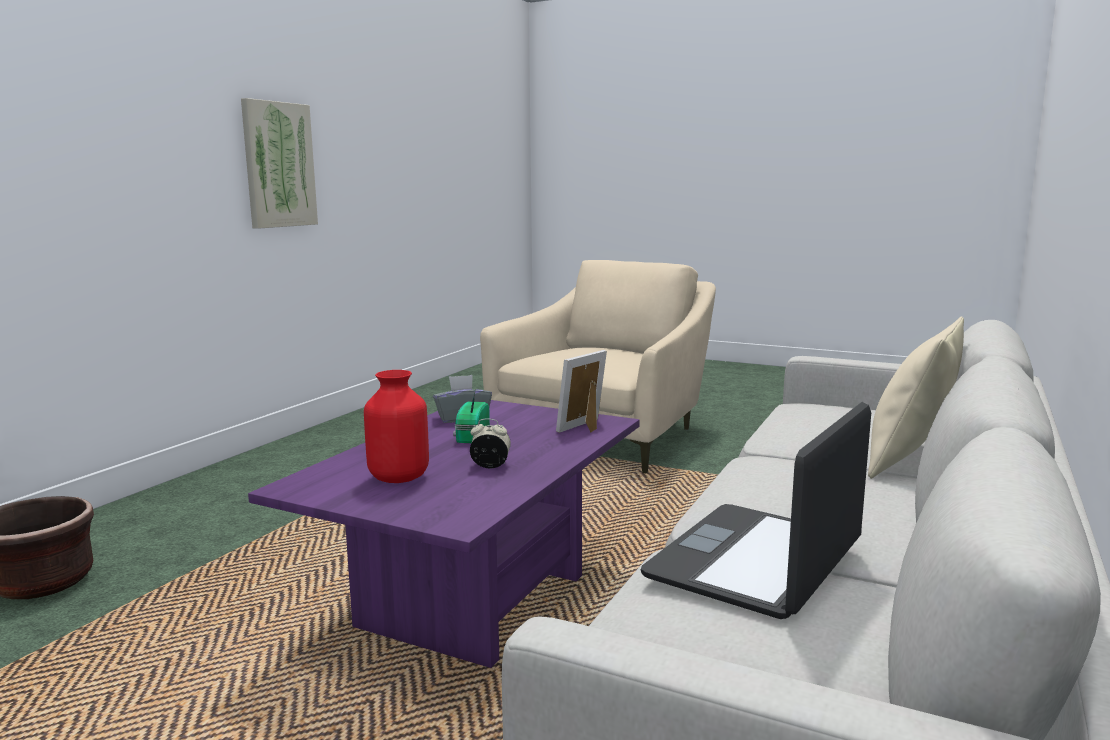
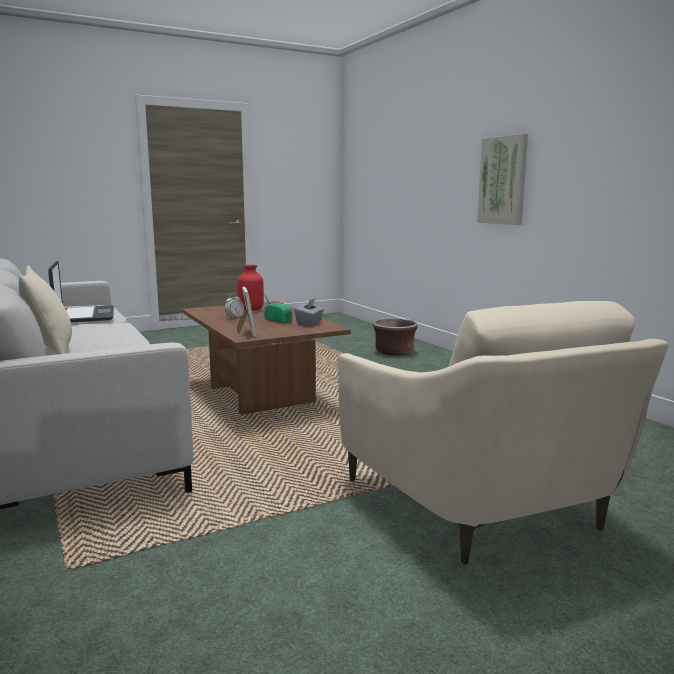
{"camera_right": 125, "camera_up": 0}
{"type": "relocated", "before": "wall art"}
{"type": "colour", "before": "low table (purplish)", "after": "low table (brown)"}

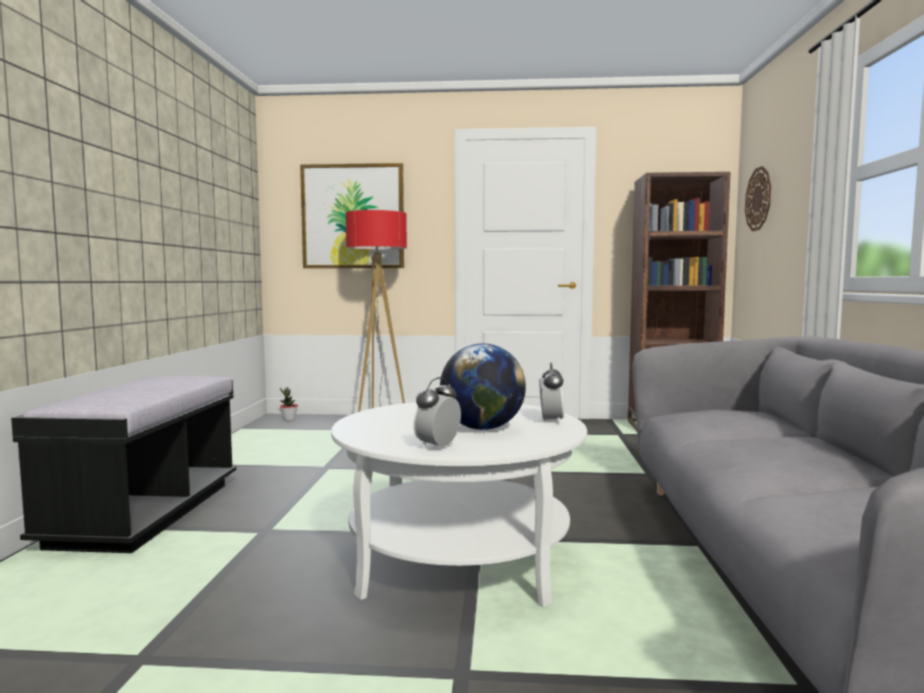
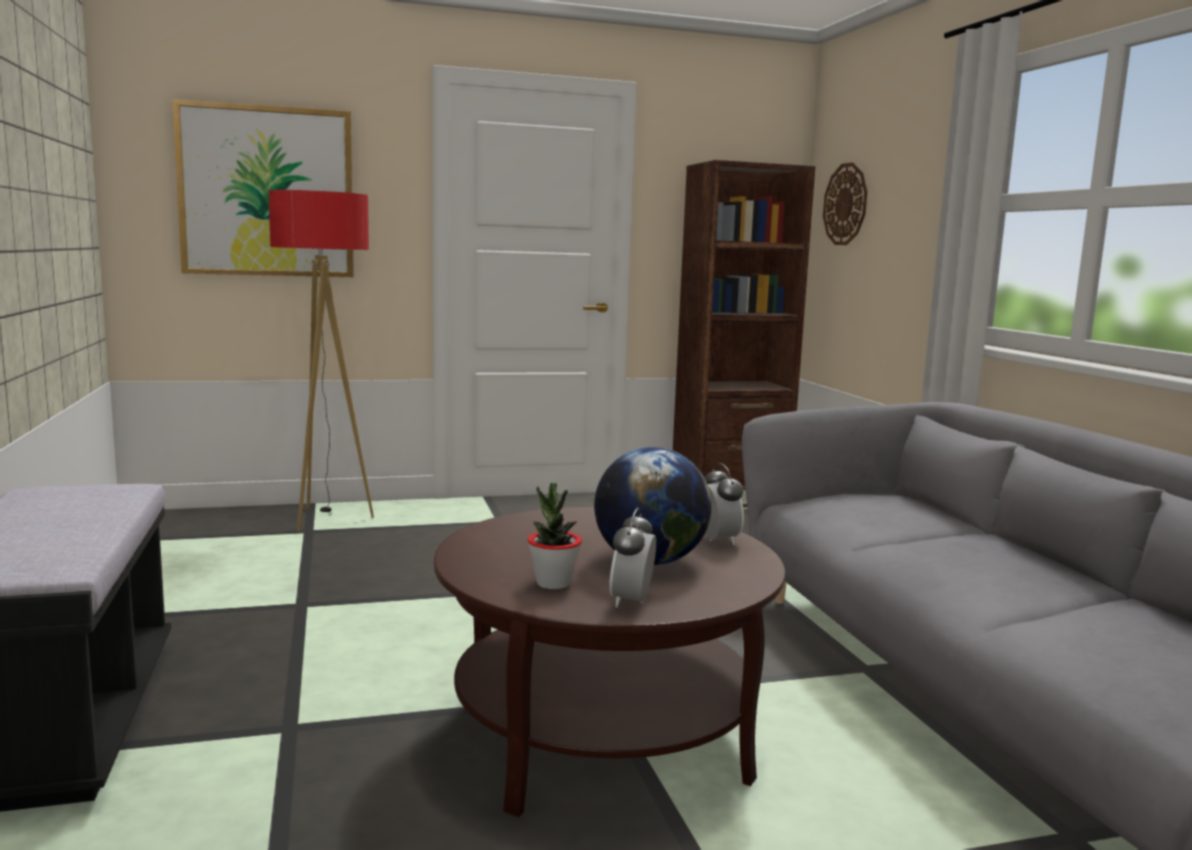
{"camera_right": -20, "camera_up": 5}
{"type": "relocated", "before": "houseplant"}
{"type": "colour", "before": "low table (white-coloured)", "after": "low table (brown)"}

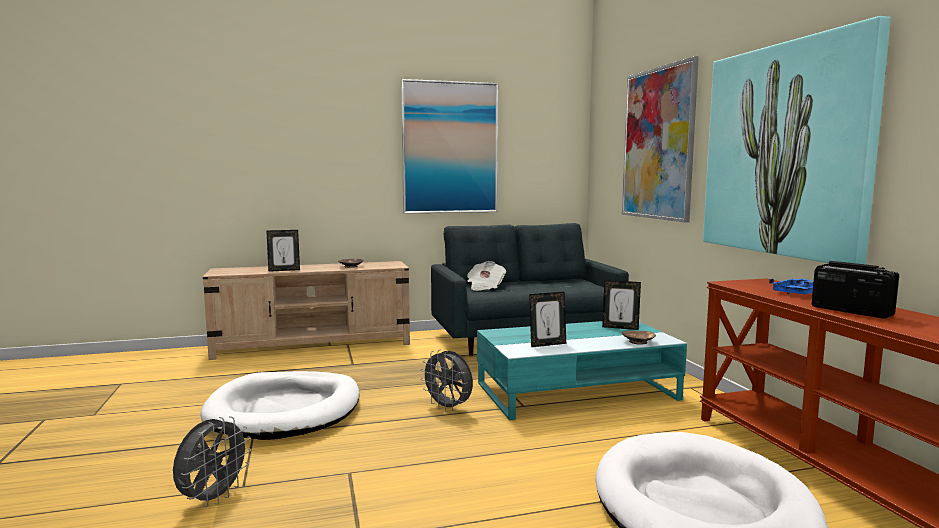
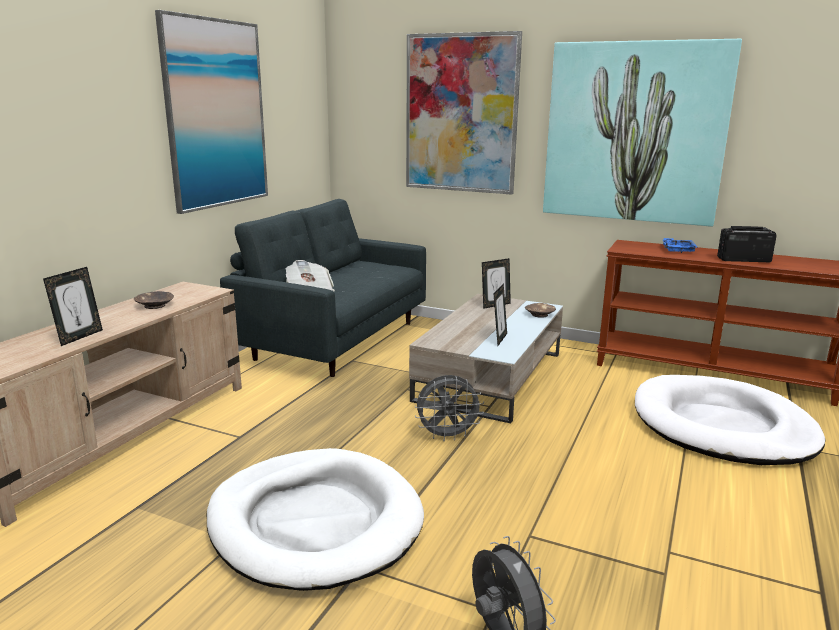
{"camera_right": -50, "camera_up": 10}
{"type": "colour", "before": "low table (turquoise)", "after": "low table (beige)"}

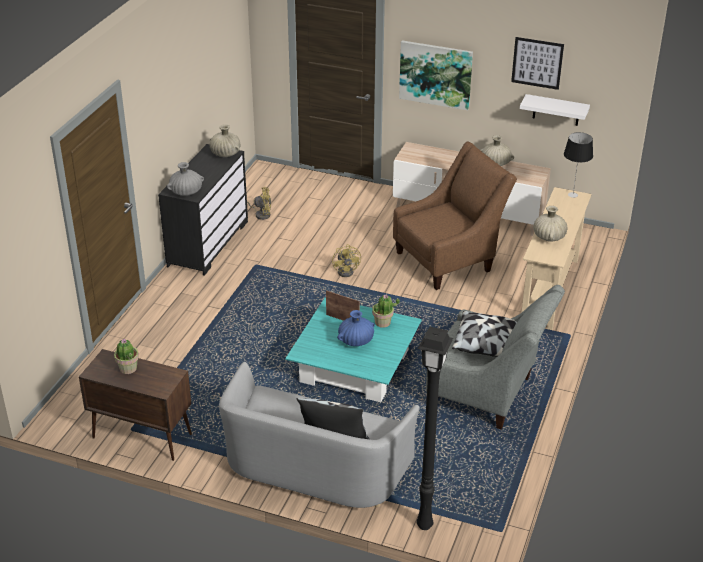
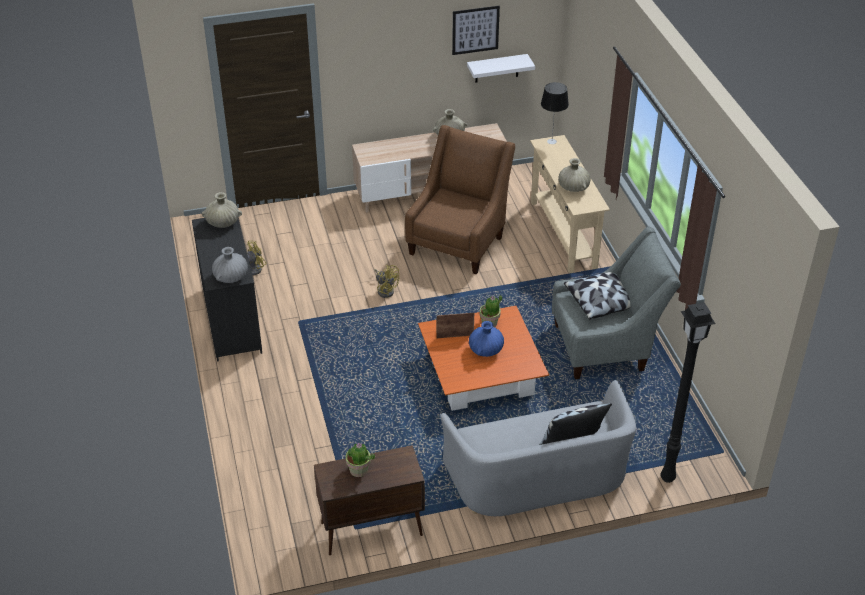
{"camera_right": -35, "camera_up": 5}
{"type": "missing", "before": "wall art (no. 1 from left)"}
{"type": "colour", "before": "low table (turquoise)", "after": "low table (orange-coloured)"}

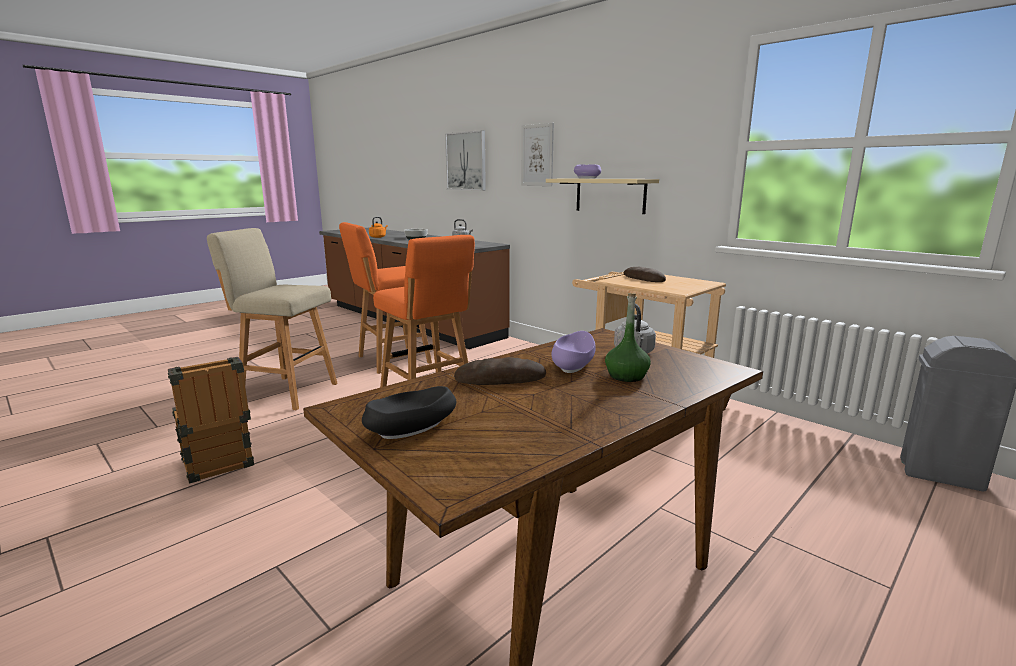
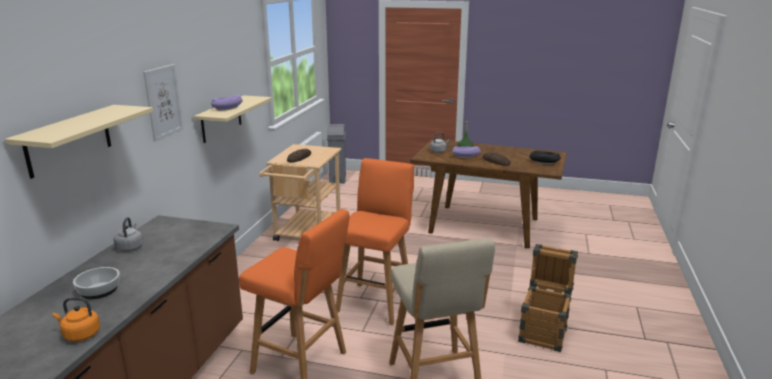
{"camera_right": -120, "camera_up": 5}
{"type": "exchanged", "before": "wall art (no. 1 from left)", "after": "wall shelf (beige) (no. 1 from left)"}

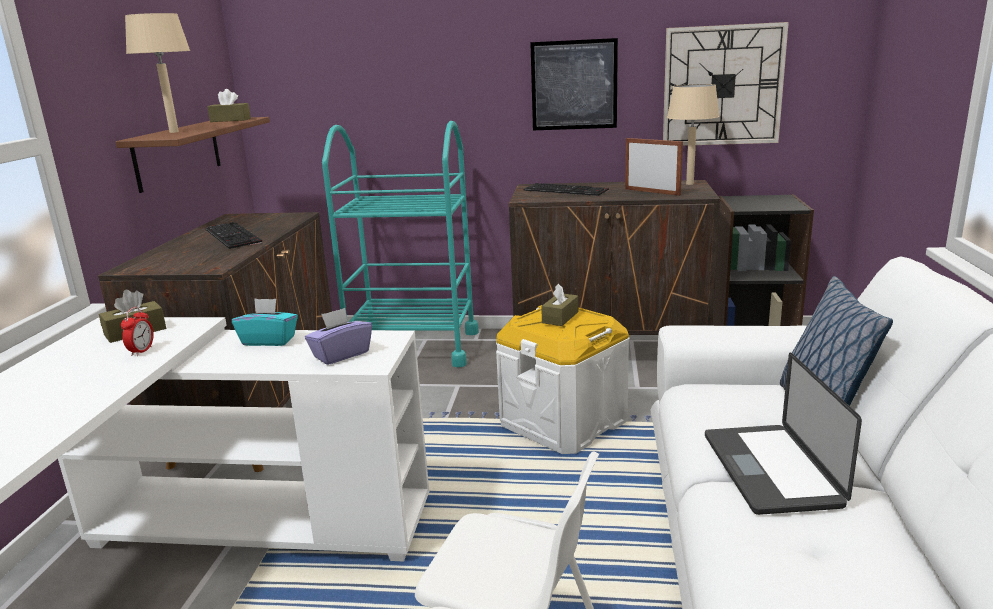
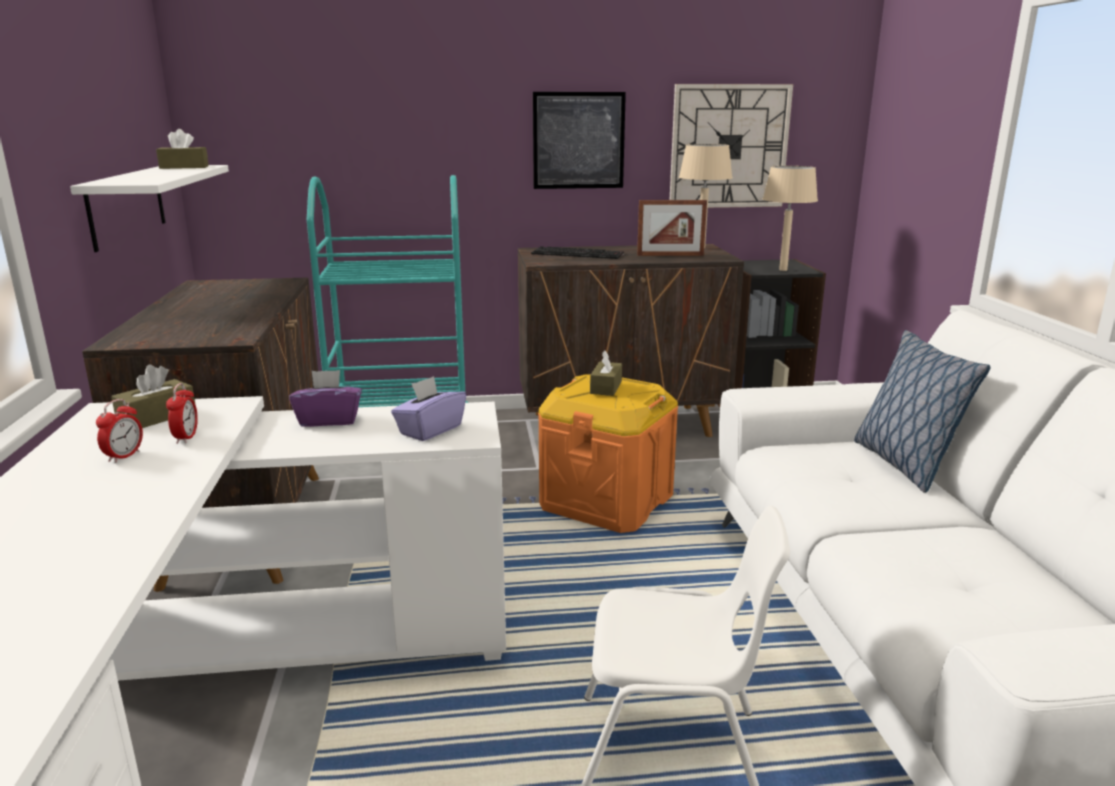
{"camera_right": -15, "camera_up": 0}
{"type": "missing", "before": "computer keyboard (no. 1 from left)"}
{"type": "missing", "before": "portable computer"}
{"type": "appeared", "after": "alarm clock (no. 1 from left)"}
{"type": "relocated", "before": "lamp for a table (beige) (no. 1 from left in the first image)", "after": "lamp for a table (beige) (no. 2 from left)"}
{"type": "colour", "before": "wall shelf (brown)", "after": "wall shelf (white-coloured)"}
{"type": "colour", "before": "tissue holder (turquoise)", "after": "tissue holder (purplish) (no. 1 from left)"}
{"type": "colour", "before": "storage container (white-coloured)", "after": "storage container (orange-coloured)"}
{"type": "spun", "before": "standing frame", "turn": 150}

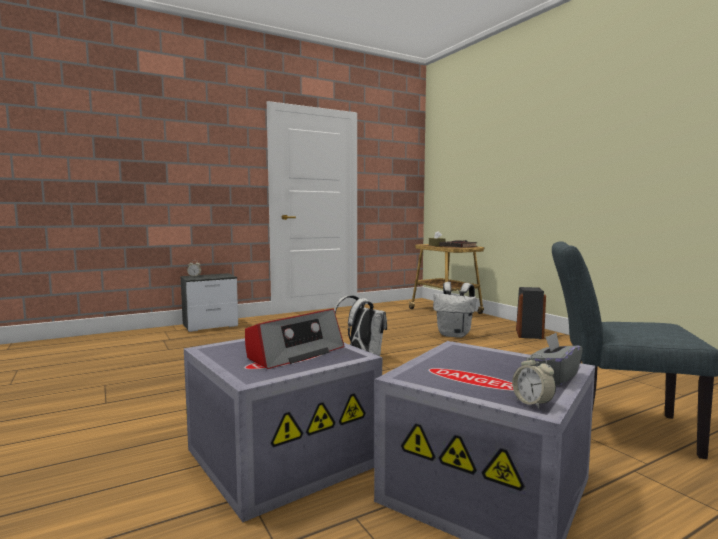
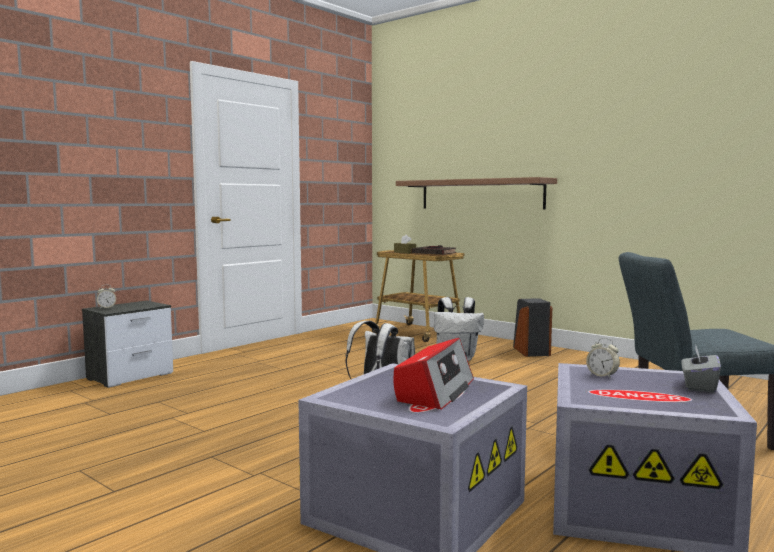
{"camera_right": -20, "camera_up": 0}
{"type": "appeared", "after": "wall shelf"}
{"type": "relocated", "before": "alarm clock (no. 2 from left)"}

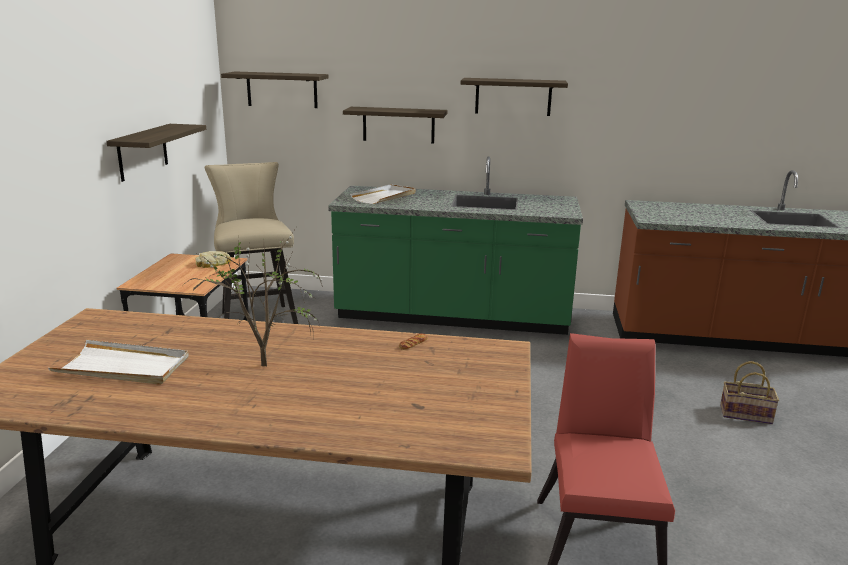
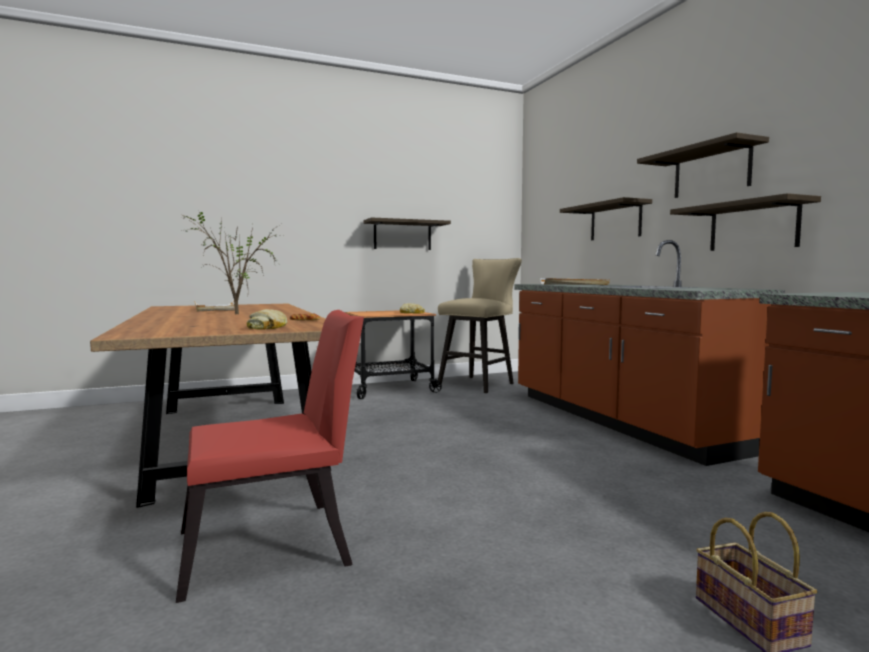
{"camera_right": 60, "camera_up": -15}
{"type": "appeared", "after": "baked bread (no. 1 from left)"}
{"type": "relocated", "before": "wall shelf (no. 2 from left in the first image)", "after": "wall shelf (no. 4 from left)"}
{"type": "colour", "before": "counter (greenish)", "after": "counter (brown) (no. 1 from left)"}

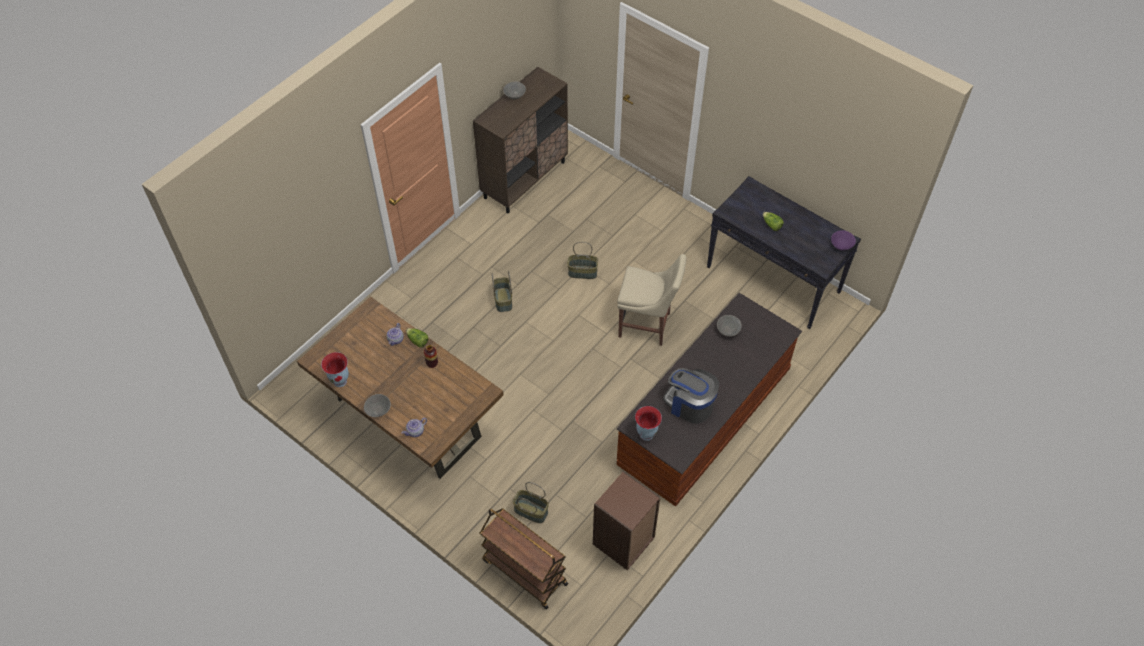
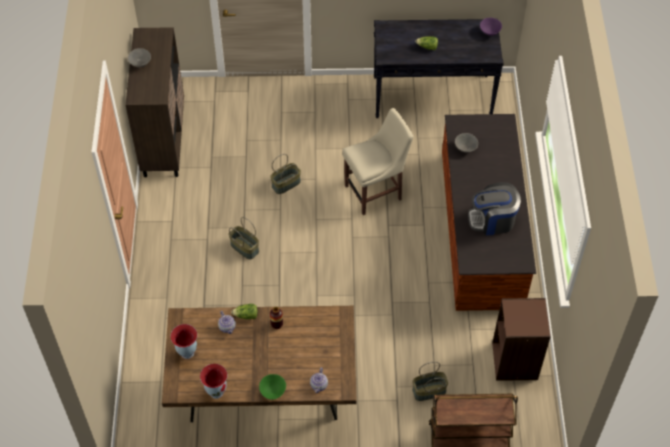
{"camera_right": -40, "camera_up": 0}
{"type": "relocated", "before": "decorative vase (no. 3 from left in the first image)", "after": "decorative vase (no. 1 from left)"}
{"type": "colour", "before": "deep dish (greyish) (no. 1 from left)", "after": "deep dish (greenish)"}

